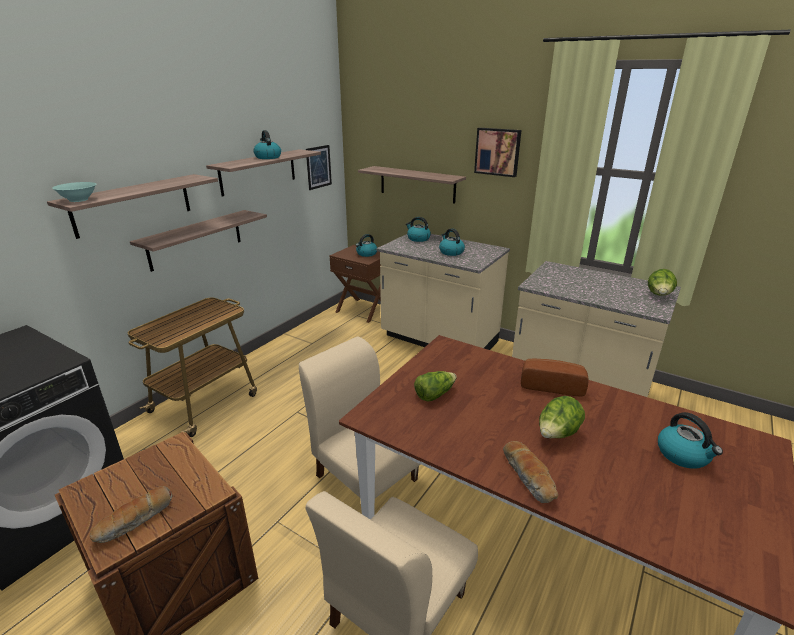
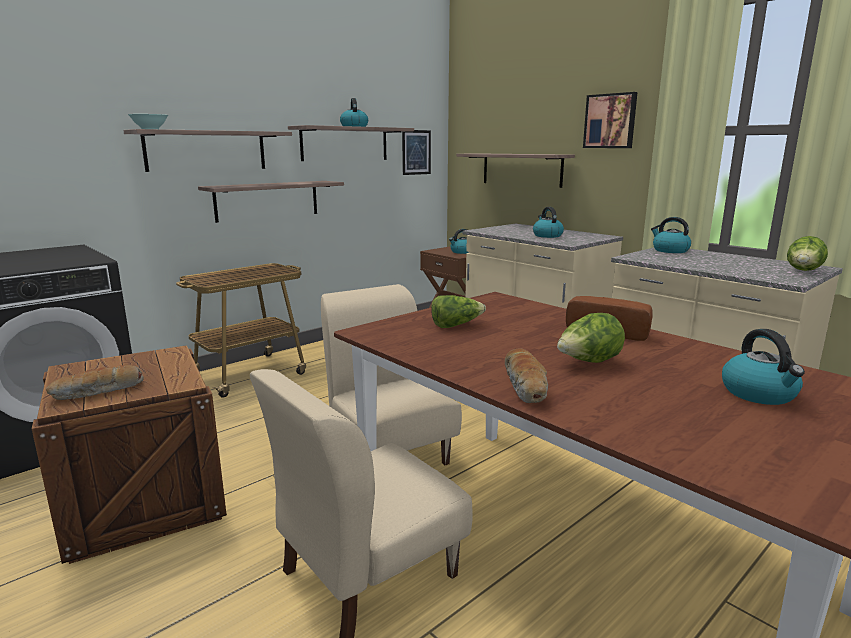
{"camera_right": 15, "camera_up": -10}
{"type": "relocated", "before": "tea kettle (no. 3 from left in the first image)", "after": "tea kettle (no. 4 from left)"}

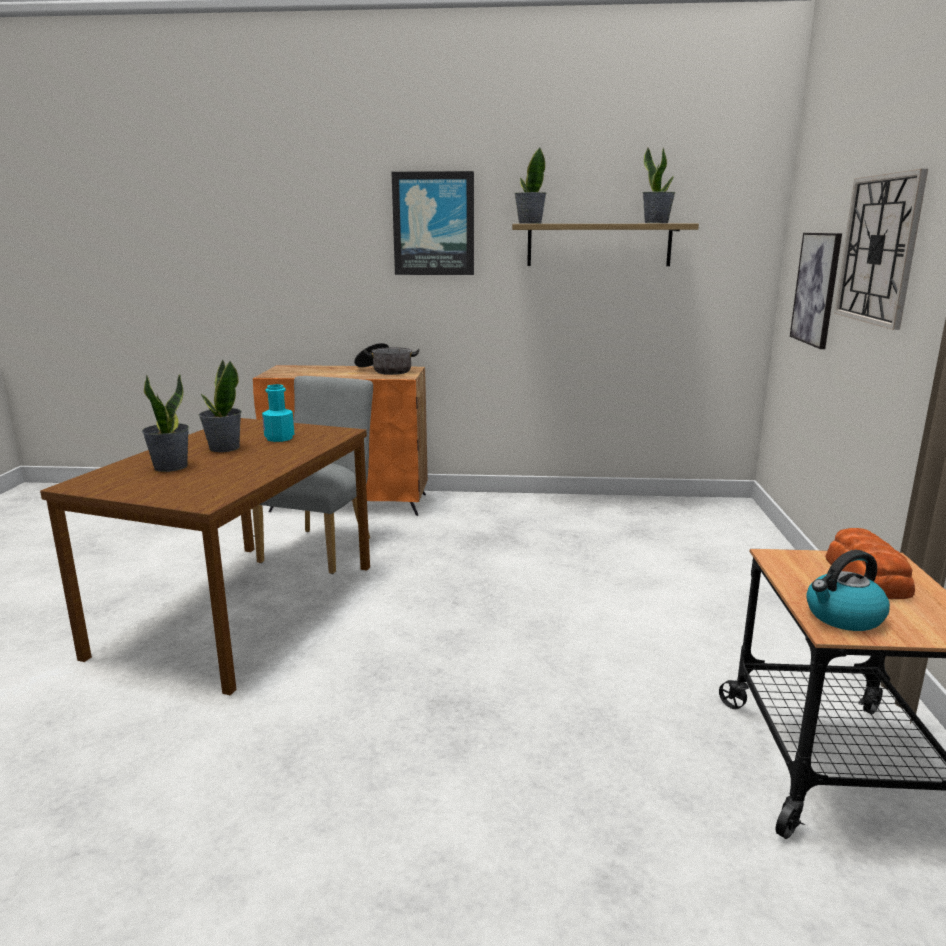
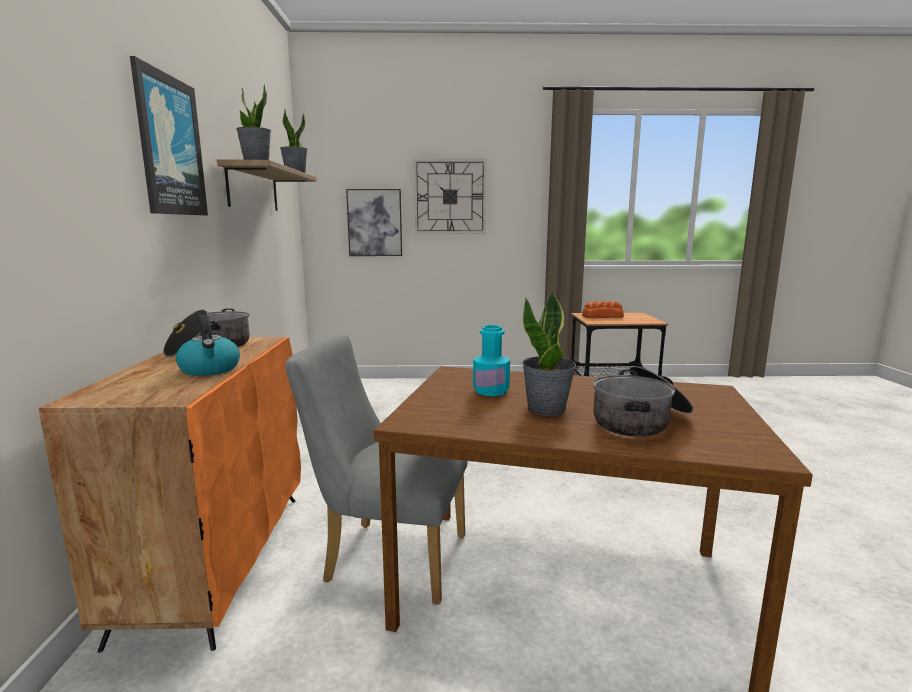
{"camera_right": -95, "camera_up": -5}
{"type": "relocated", "before": "tea kettle"}
{"type": "exchanged", "before": "houseplant (no. 1 from left)", "after": "stockpot (no. 2 from left)"}

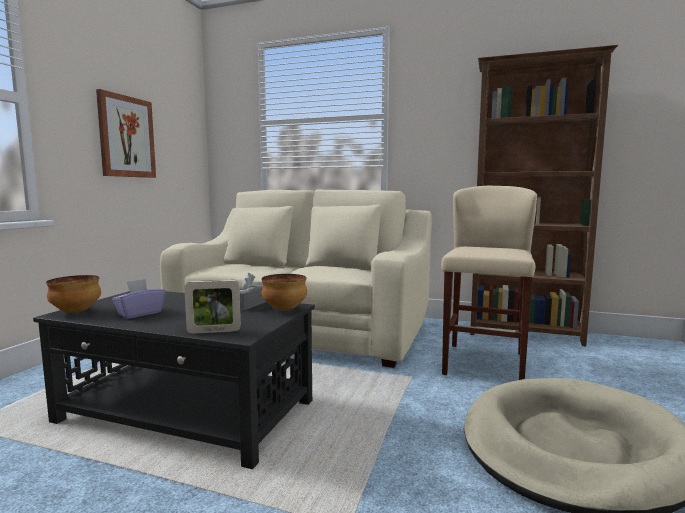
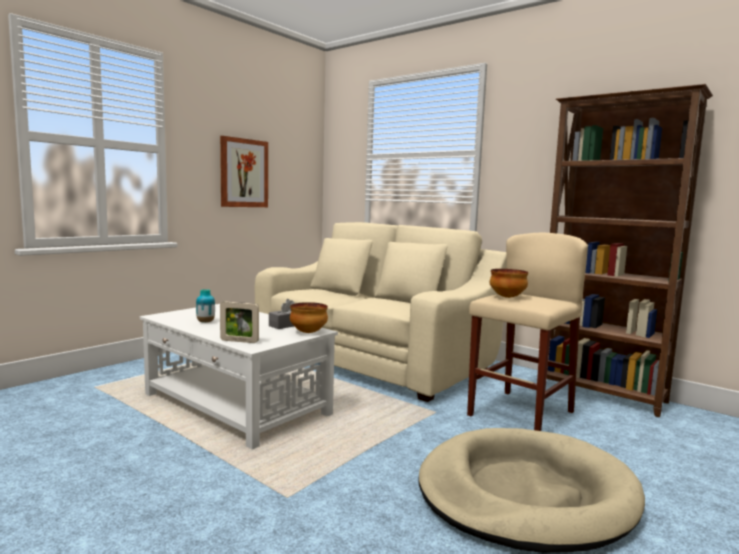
{"camera_right": 20, "camera_up": 0}
{"type": "relocated", "before": "deep dish (no. 1 from left in the first image)", "after": "deep dish (no. 2 from left)"}
{"type": "exchanged", "before": "tissue holder (purplish)", "after": "decorative vase"}
{"type": "colour", "before": "low table (black)", "after": "low table (white-coloured)"}

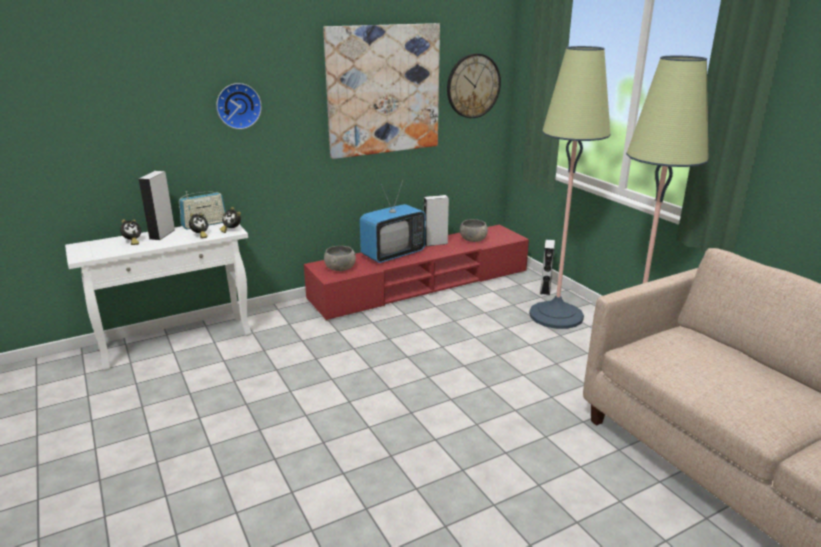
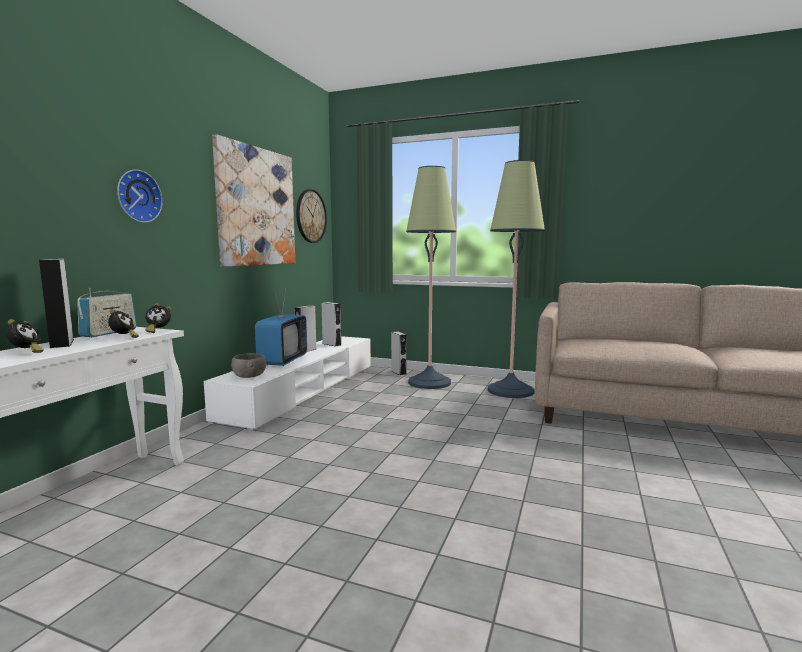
{"camera_right": -40, "camera_up": -15}
{"type": "exchanged", "before": "deep dish (greyish) (no. 2 from left)", "after": "loudspeaker (greyish) (no. 3 from left)"}
{"type": "colour", "before": "tv stand (red-coloured)", "after": "tv stand (white-coloured)"}

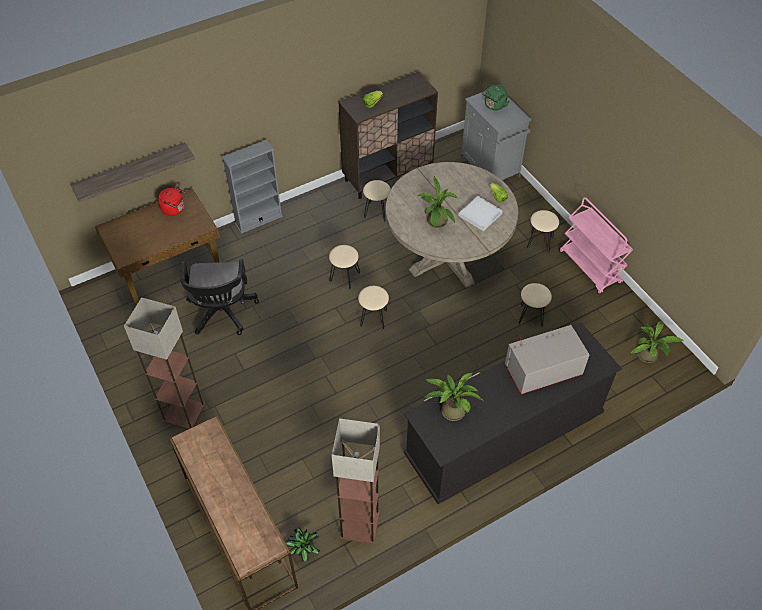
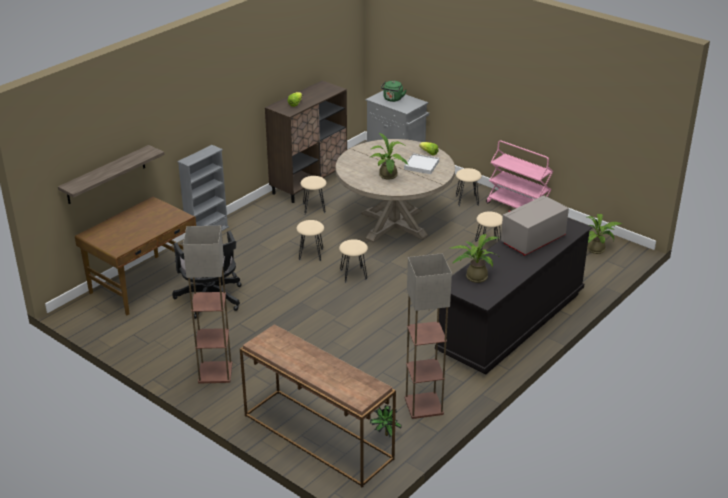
{"camera_right": -20, "camera_up": -20}
{"type": "missing", "before": "tea kettle (red-coloured)"}

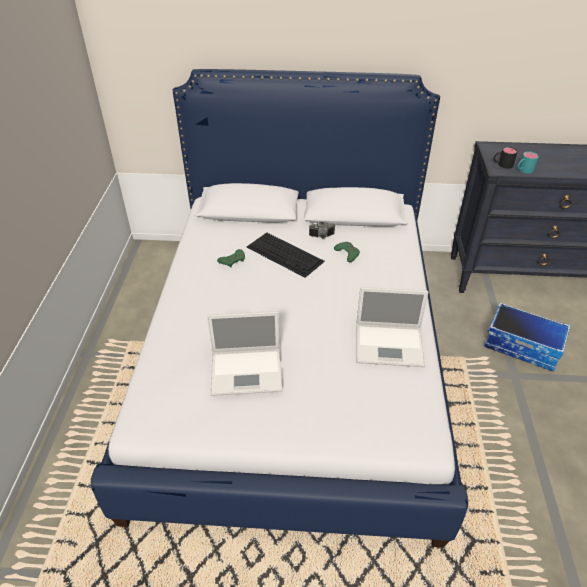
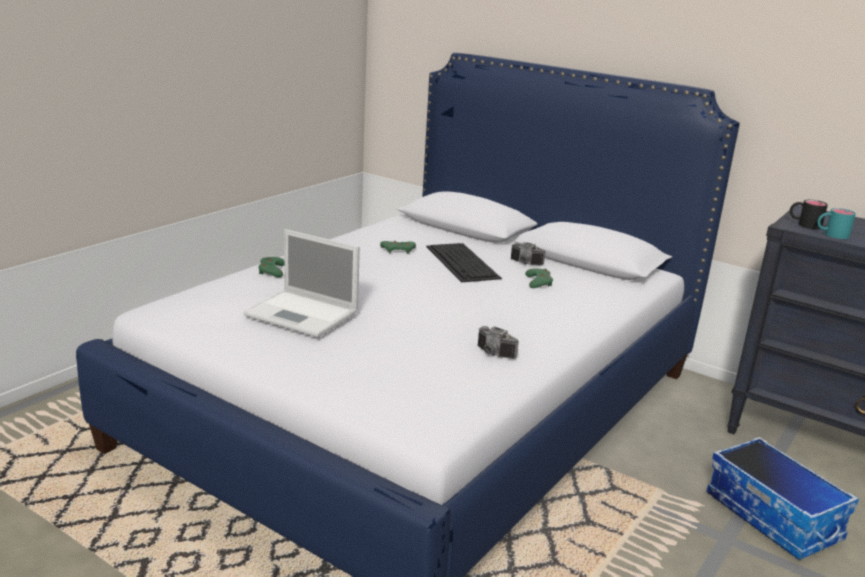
{"camera_right": 30, "camera_up": -20}
{"type": "appeared", "after": "joypad (greenish) (no. 1 from left)"}
{"type": "exchanged", "before": "portable computer (no. 2 from left)", "after": "photo camera (no. 1 from left)"}

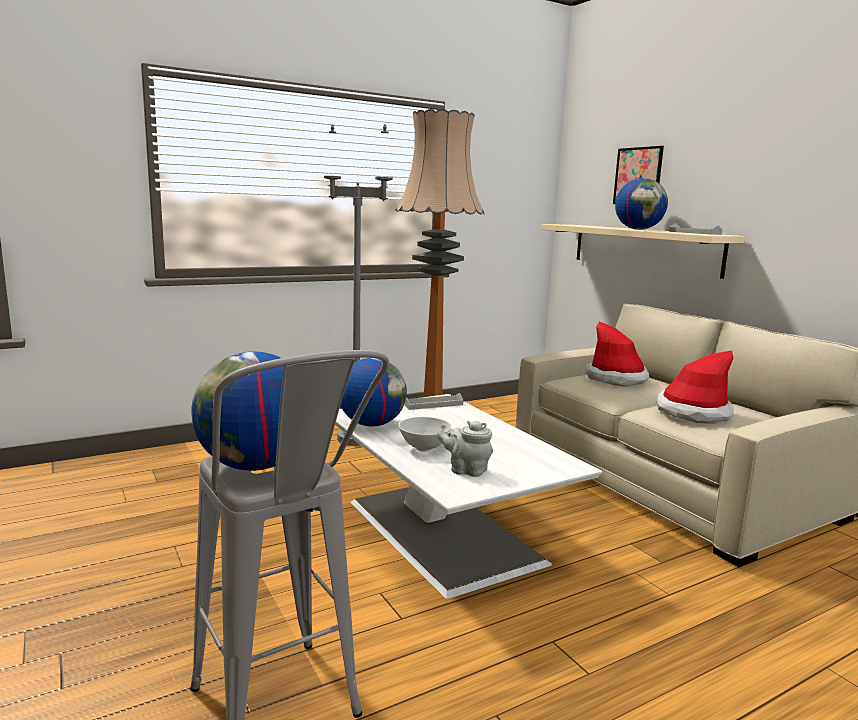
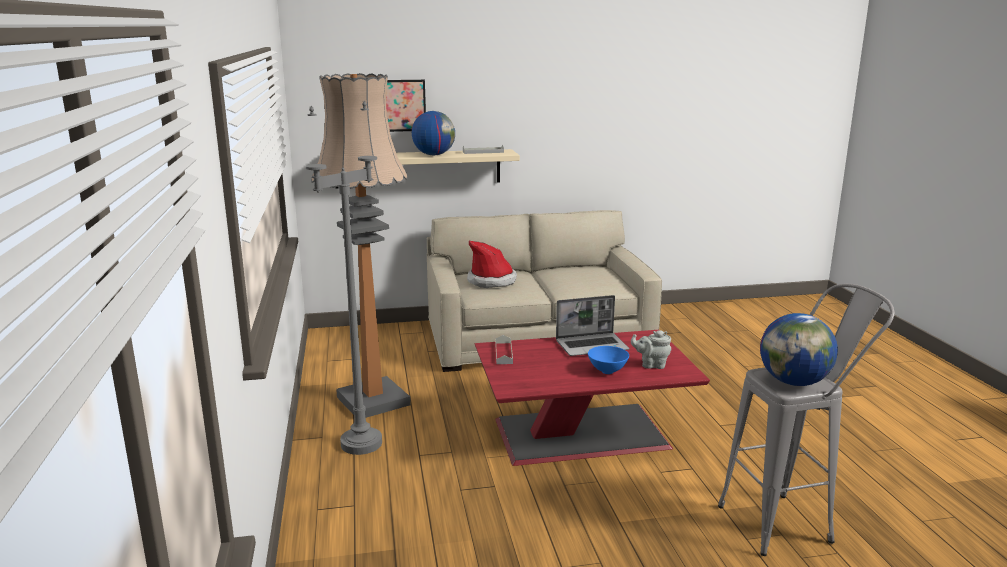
{"camera_right": -70, "camera_up": 5}
{"type": "missing", "before": "desk globe (no. 2 from left)"}
{"type": "missing", "before": "clothing hat (no. 2 from left)"}
{"type": "appeared", "after": "portable computer"}
{"type": "colour", "before": "low table (white-coloured)", "after": "low table (red-coloured)"}
{"type": "colour", "before": "deep dish (white-coloured)", "after": "deep dish (blue)"}
{"type": "spun", "before": "pot for tea (greyish)", "turn": 60}

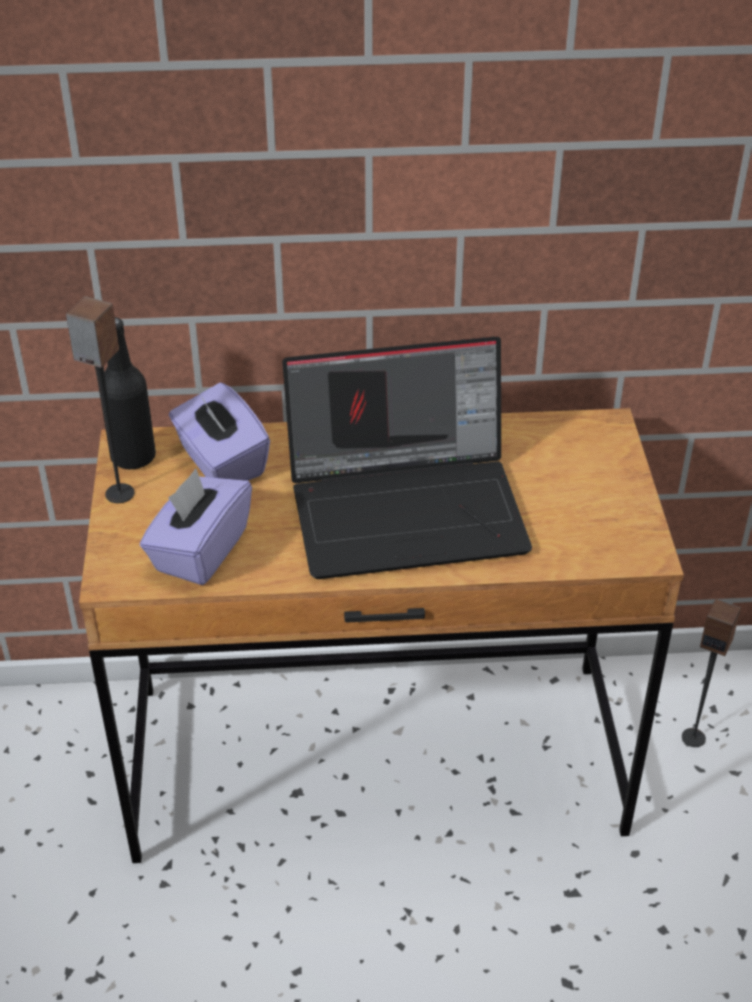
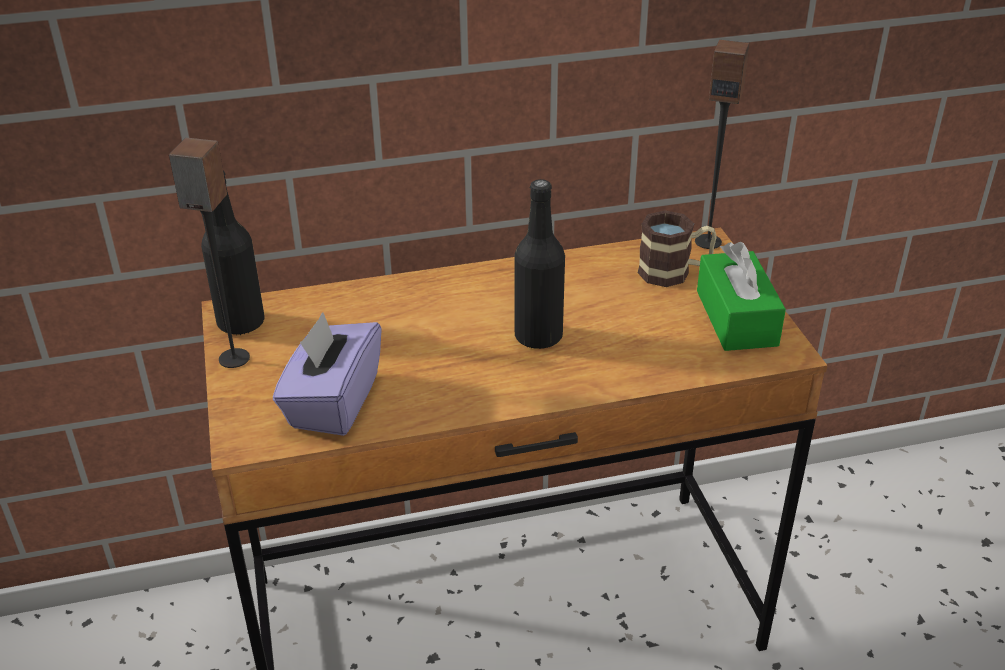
{"camera_right": -10, "camera_up": -5}
{"type": "missing", "before": "tissue holder (purplish) (no. 2 from left)"}
{"type": "appeared", "after": "coffee mug"}
{"type": "appeared", "after": "tissue holder (greenish)"}
{"type": "relocated", "before": "loudspeaker (no. 2 from left)"}
{"type": "exchanged", "before": "portable computer", "after": "bottle (black) (no. 2 from left)"}

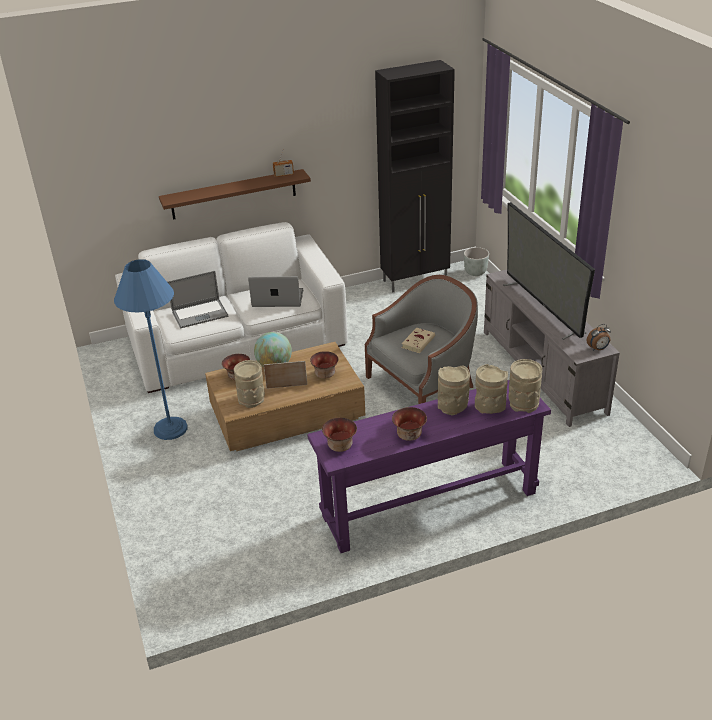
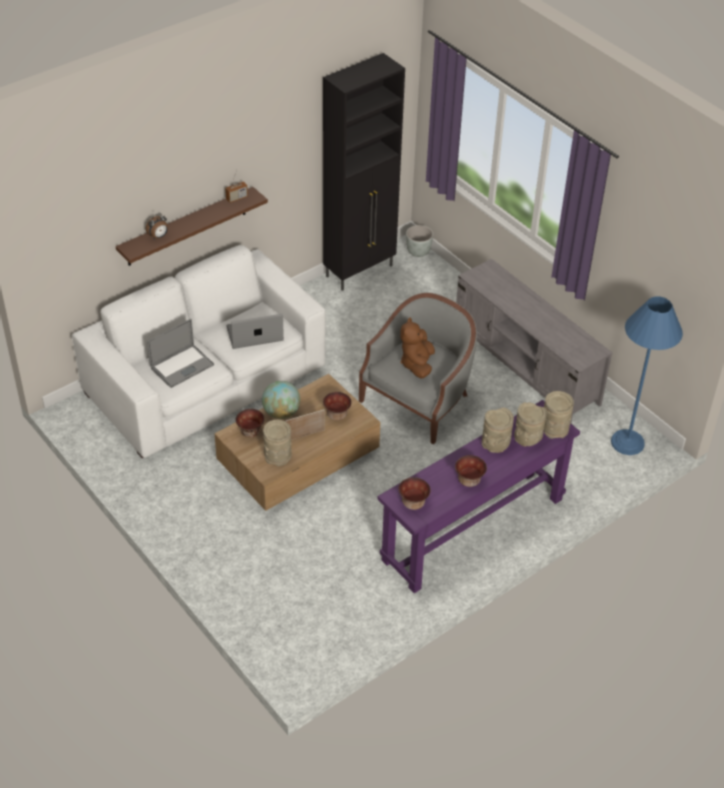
{"camera_right": -20, "camera_up": 10}
{"type": "missing", "before": "television"}
{"type": "relocated", "before": "floor lamp (blue)"}
{"type": "relocated", "before": "alarm clock"}
{"type": "exchanged", "before": "book (beige)", "after": "plush toy (brown)"}

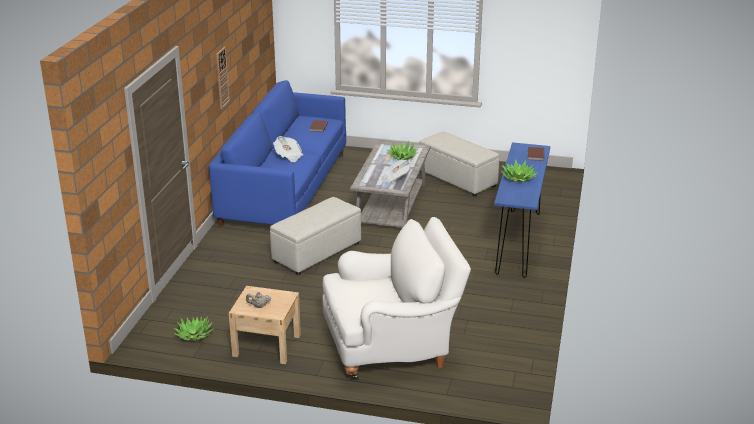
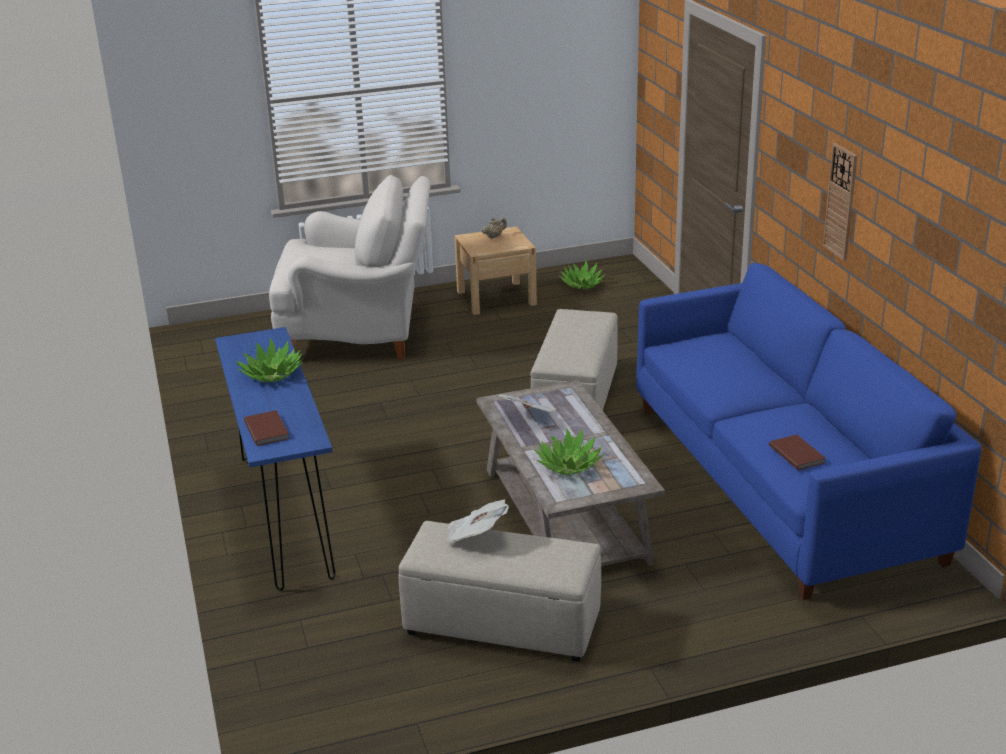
{"camera_right": 150, "camera_up": 0}
{"type": "relocated", "before": "newspaper (no. 1 from left)"}
{"type": "spun", "before": "lounge chair (white-coloured)", "turn": -135}

